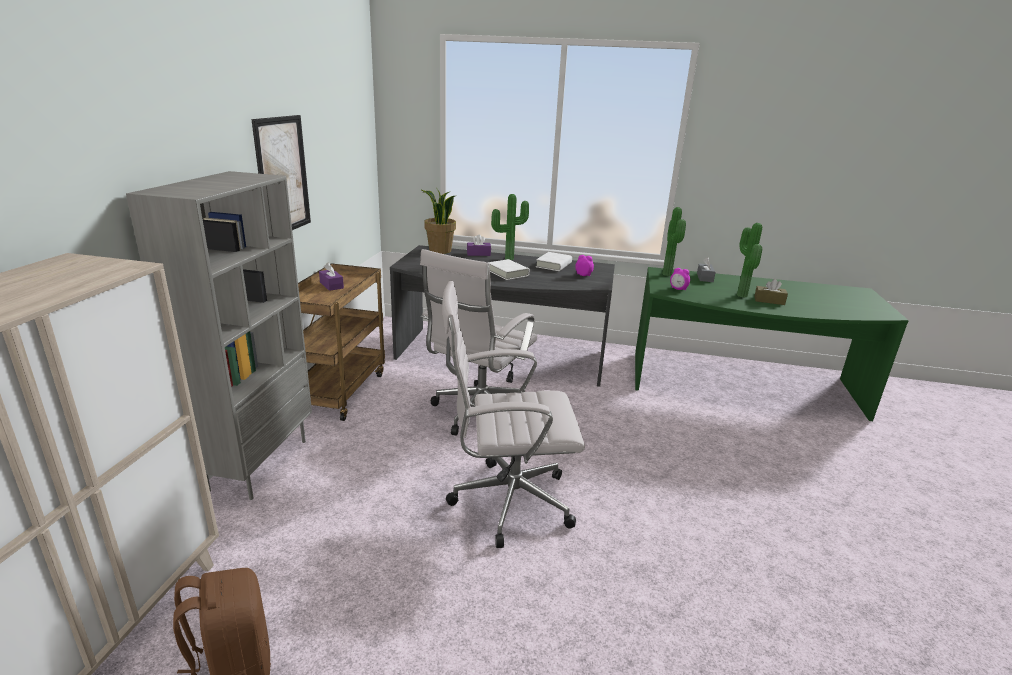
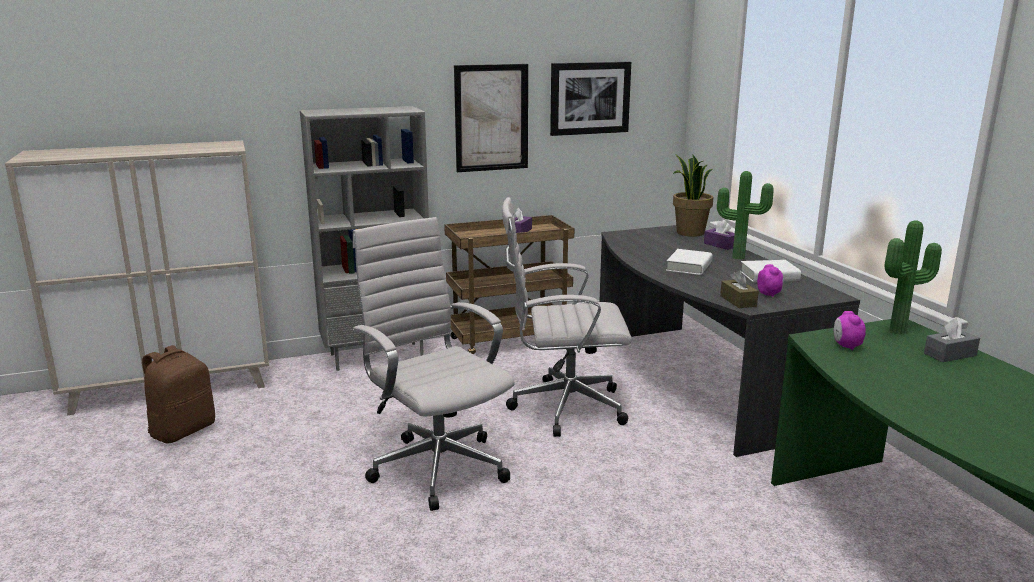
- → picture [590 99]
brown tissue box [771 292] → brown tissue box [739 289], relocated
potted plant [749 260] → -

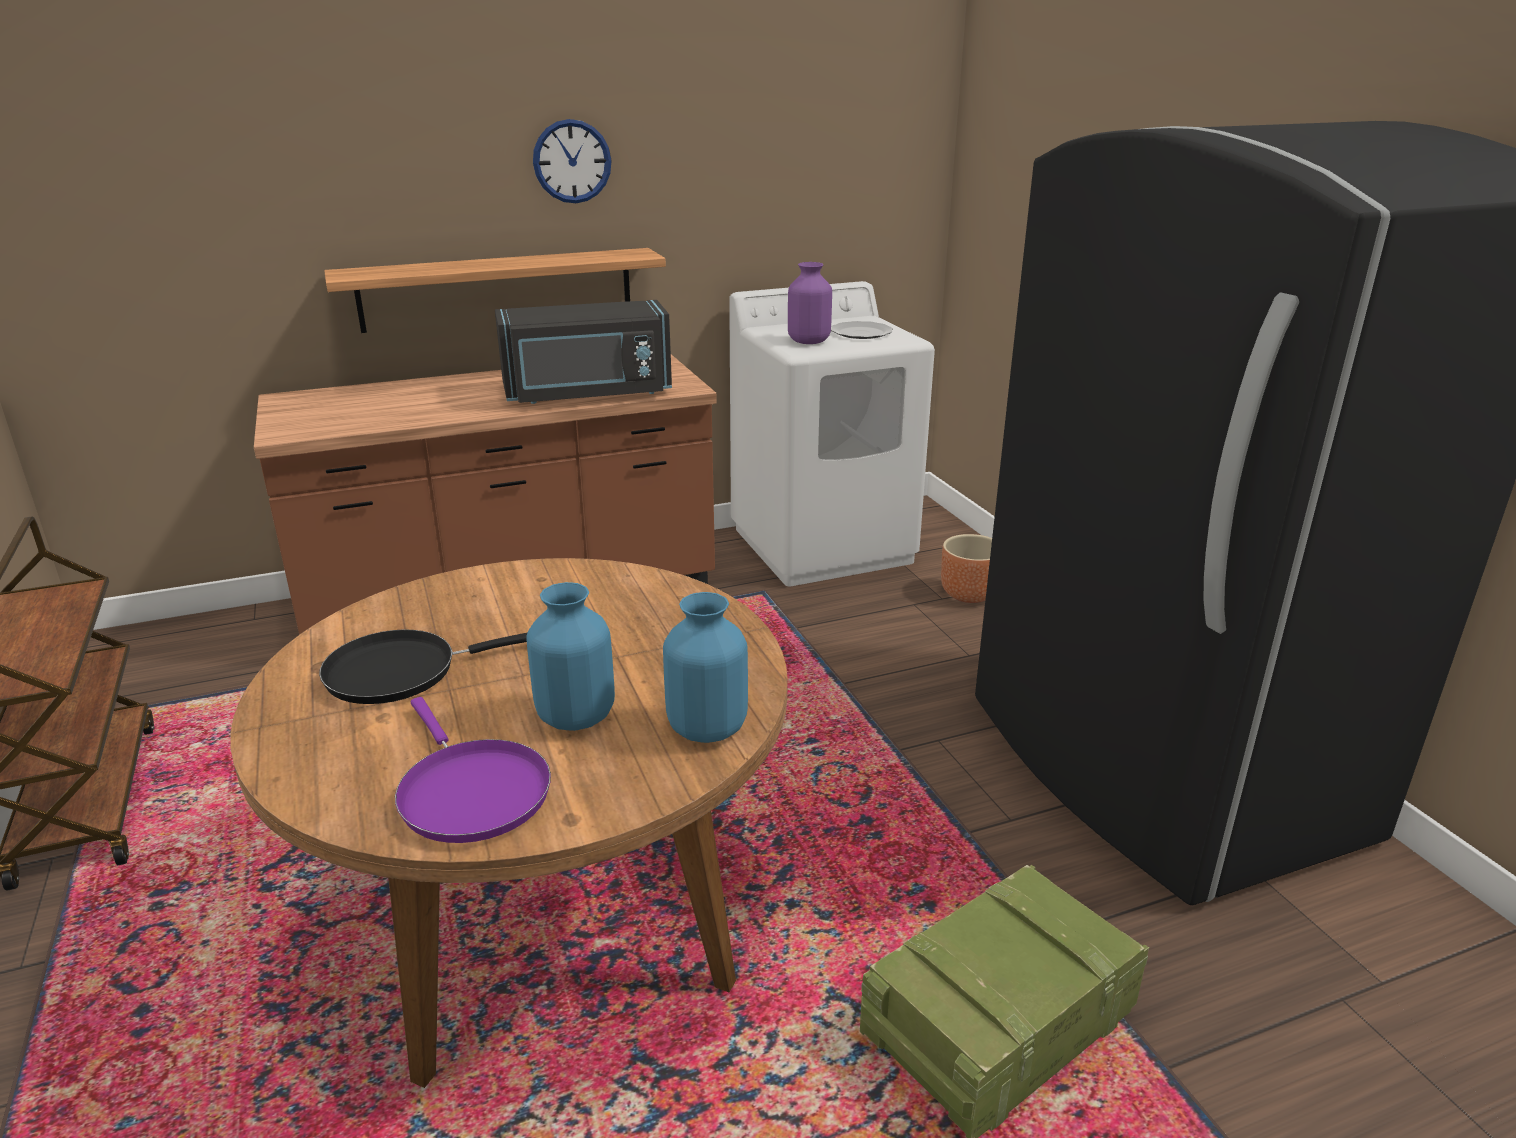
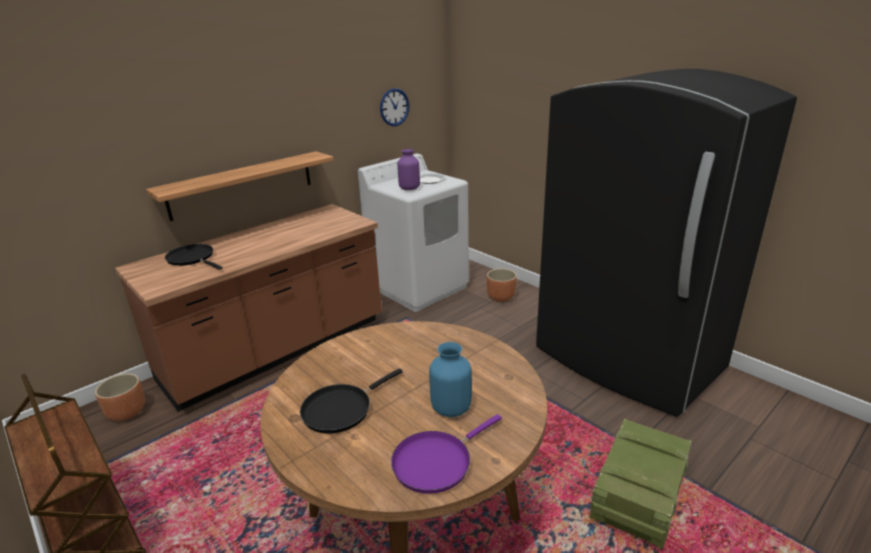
- → brown planter [120 397]
- → black frying pan [194 257]
wall clock [572 161] → wall clock [394 107], relocated
purple frying pan [473 770] → purple frying pan [446 454], 105 degrees clockwise
black microwave [583 352] → -
blue vase [705 667] → -

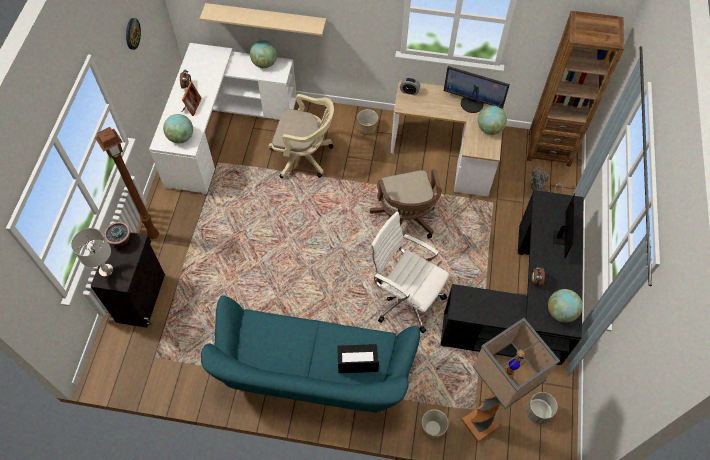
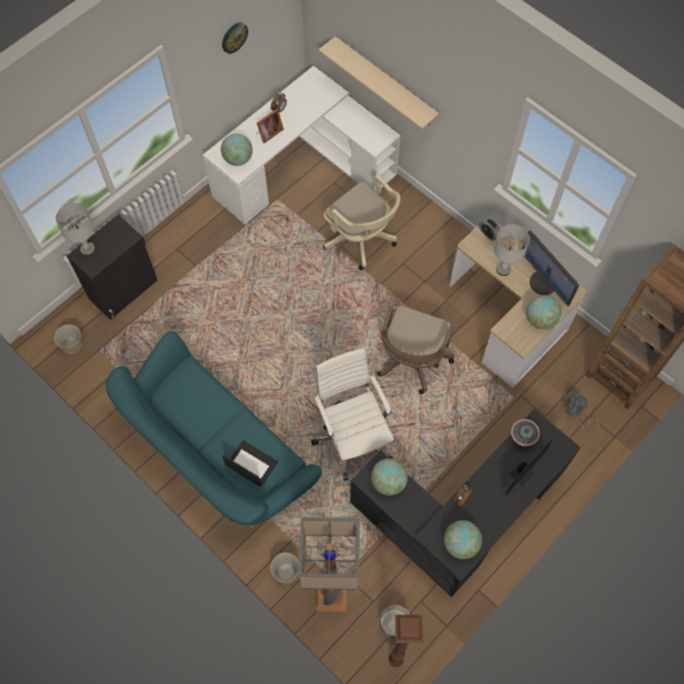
planter [367 122] → planter [69 339], relocated
globe [263 54] → globe [389 476], relocated
brown floor lamp [127 183] → brown floor lamp [406 641], relocated
- → grey table lamp [512 250]
potted plant [117 234] → potted plant [525 433], relocated

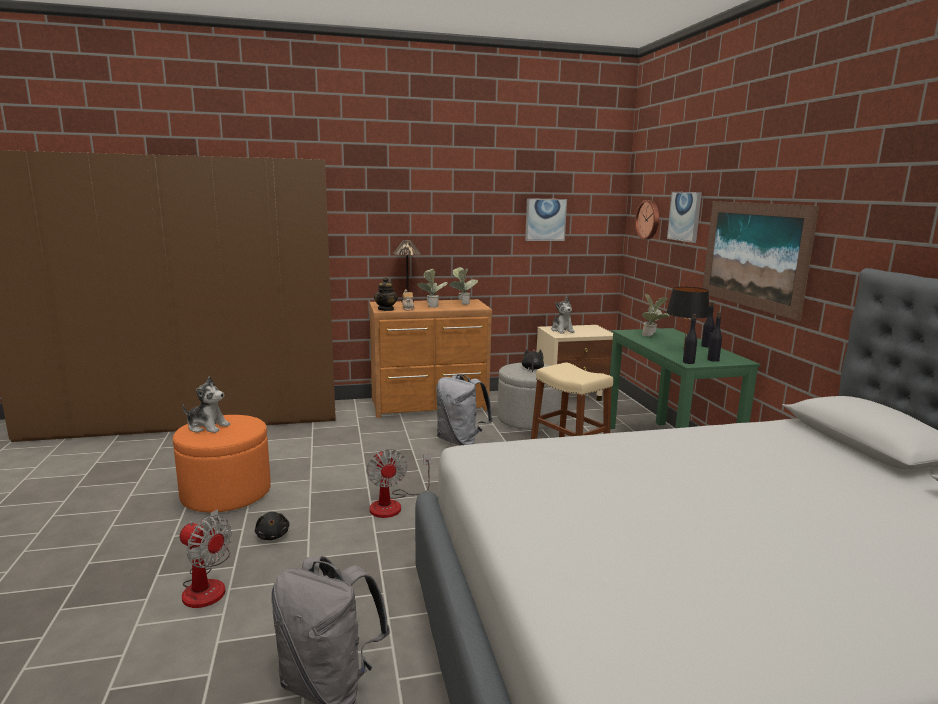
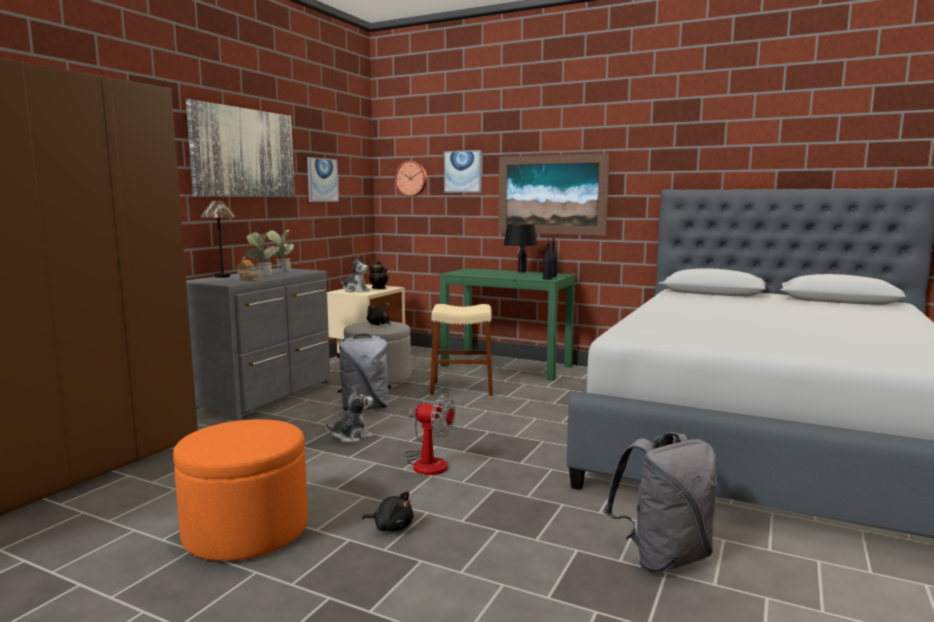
- → picture [240 147]
brown dresser [430 358] → grey dresser [258 344]
plush toy [206 404] → plush toy [349 414], relocated
teapot [386 294] → teapot [379 274], relocated
fan [206 558] → -
potted plant [655 315] → -

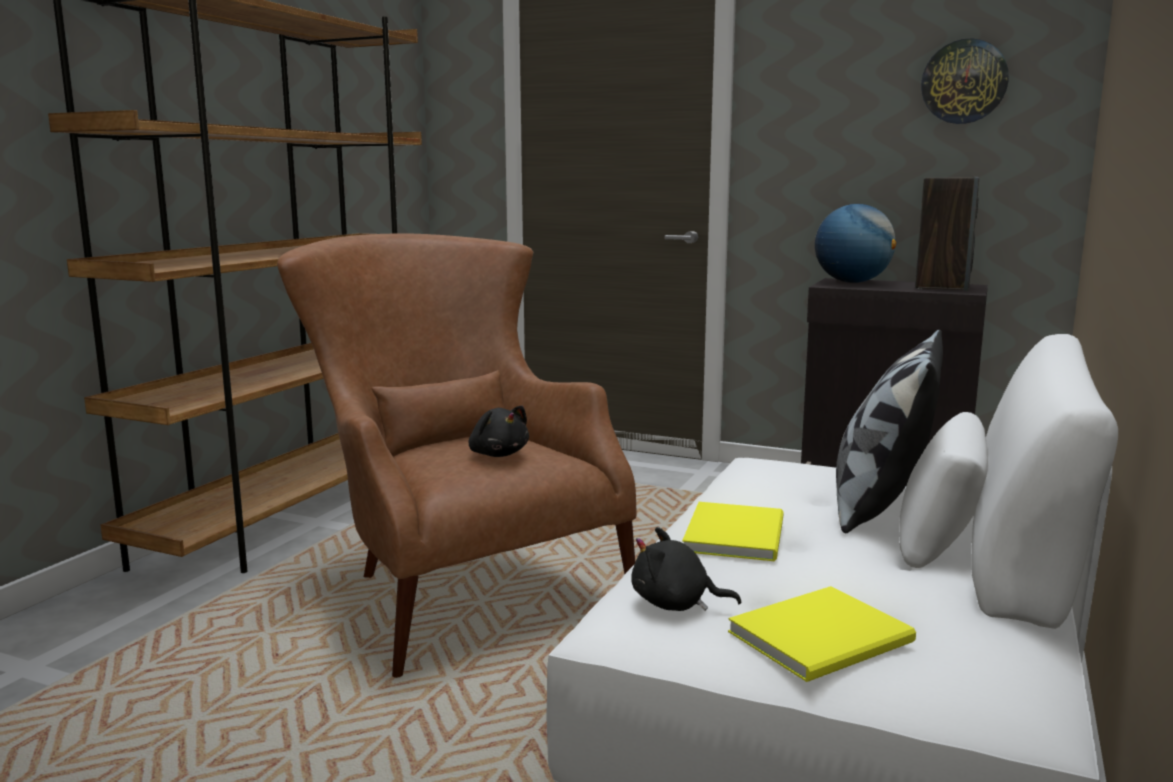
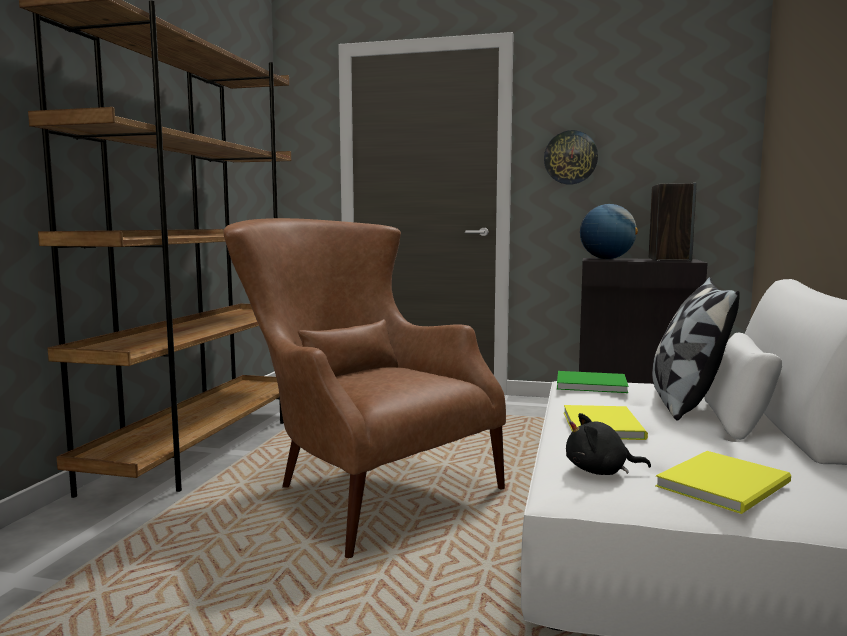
wall clock [965 81] → wall clock [571 157], relocated
- → green book [593 382]
black plush toy [499 431] → -

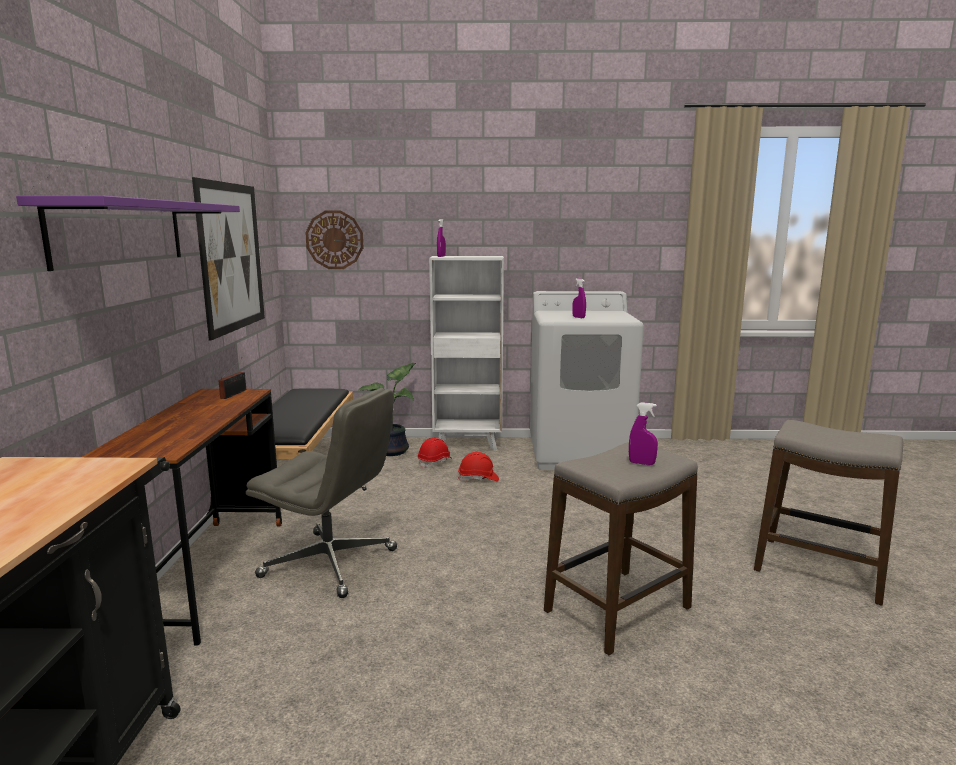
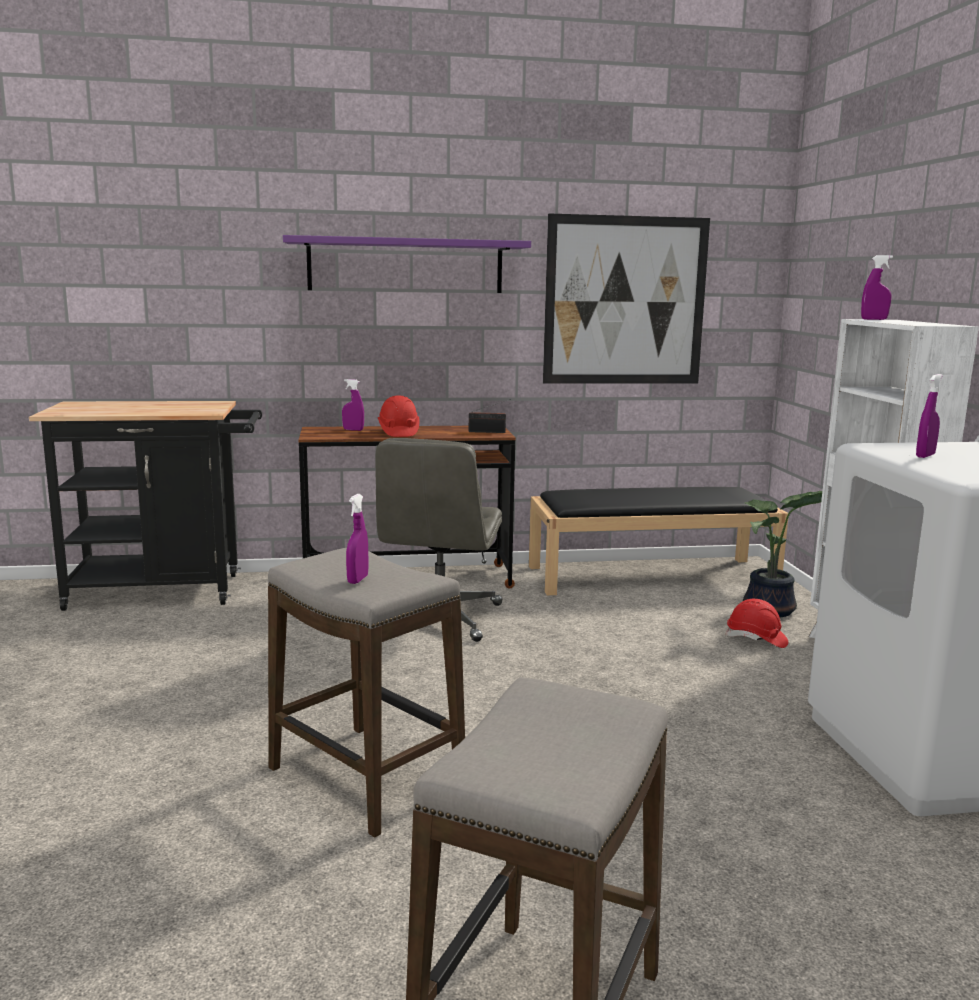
- → purple spray bottle [353 405]
red hard hat [478 466] → red hard hat [399 416], relocated
wall clock [334 239] → -

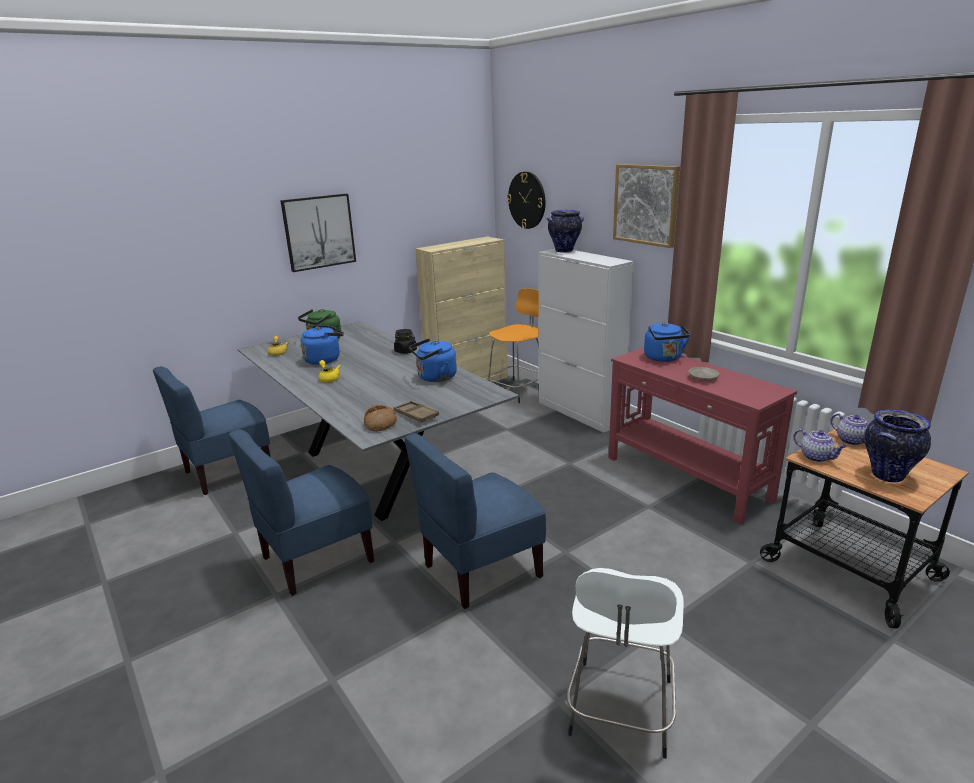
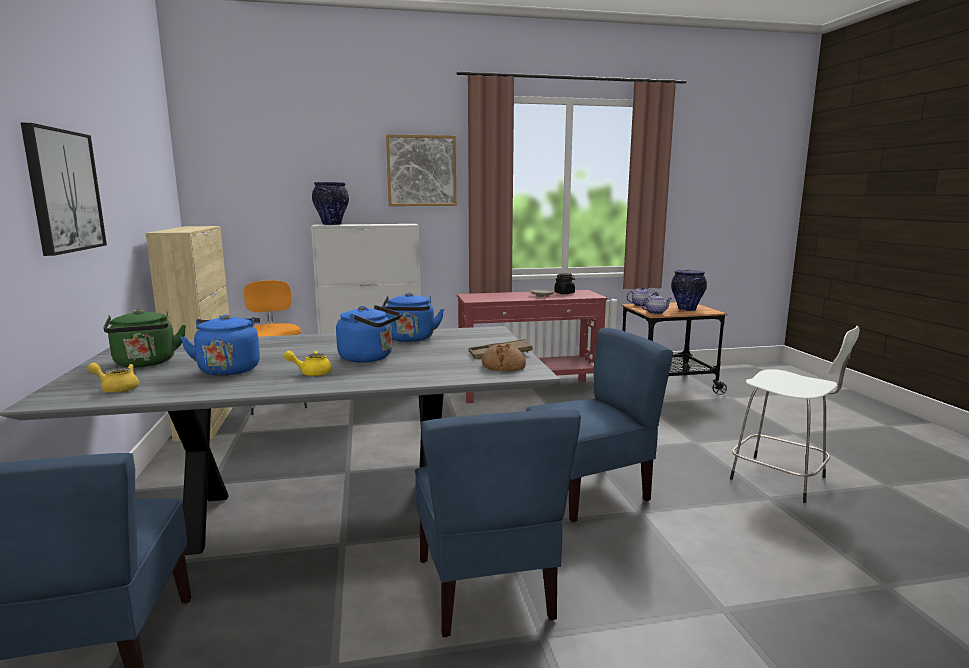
blue kettle [667 342] → blue kettle [368 334], relocated
blue chair [475 521] → blue chair [599 425], 105 degrees counterclockwise
black jar [405 341] → black jar [564 283], relocated
wall clock [526 200] → -

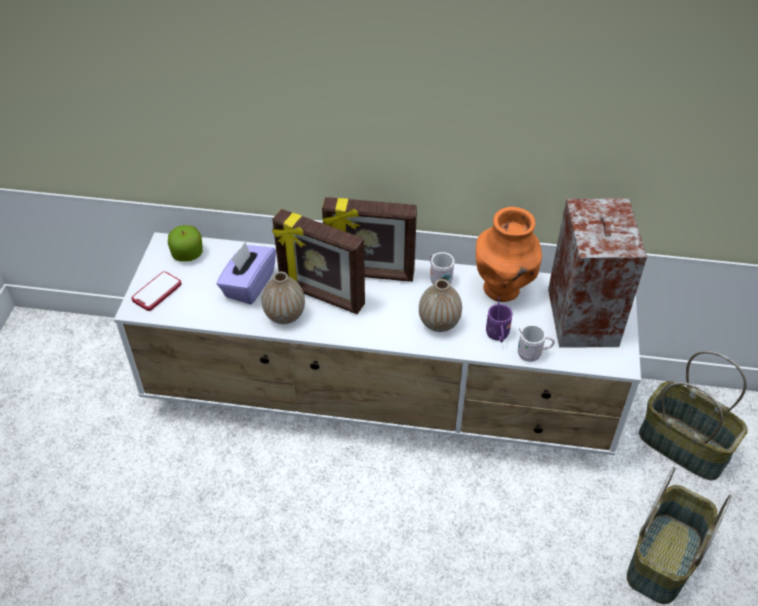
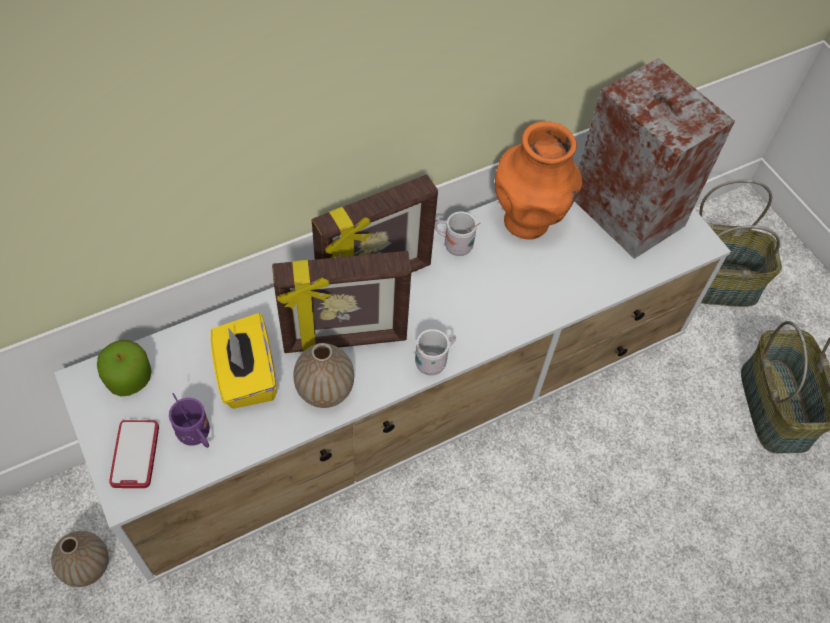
vase [440 305] → vase [80 559], relocated
purple mug [499 319] → purple mug [189 420], relocated
purple tissue box [246 273] → yellow tissue box [244 360]
white mug [536 343] → white mug [435 352], relocated

